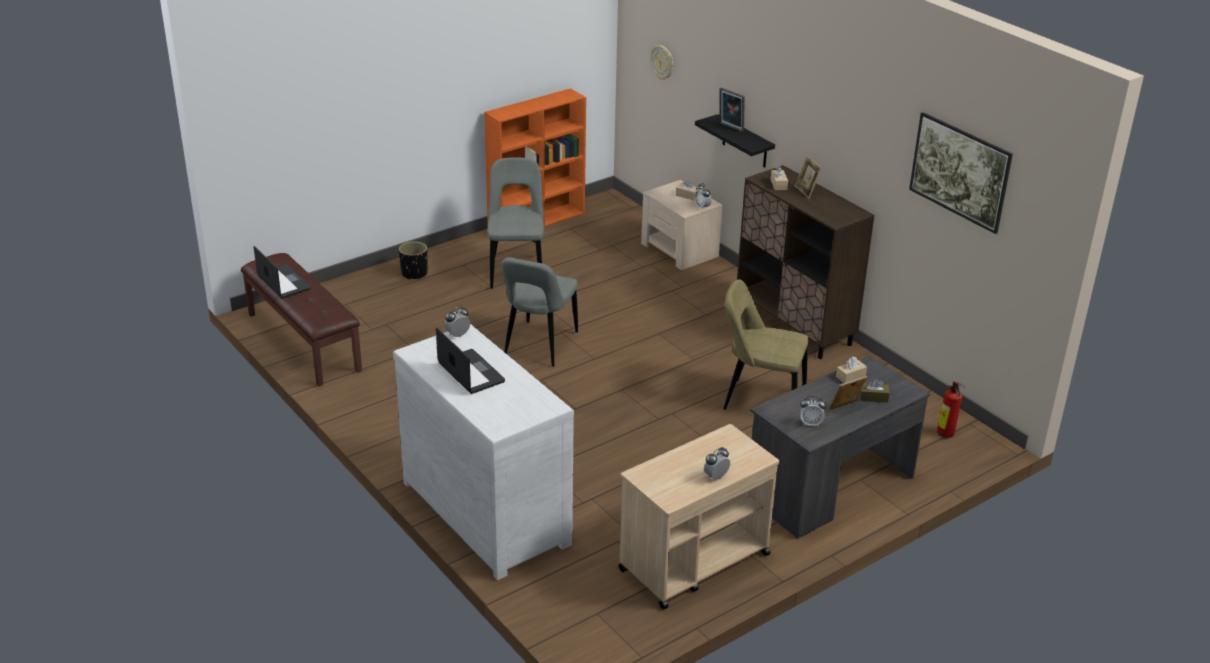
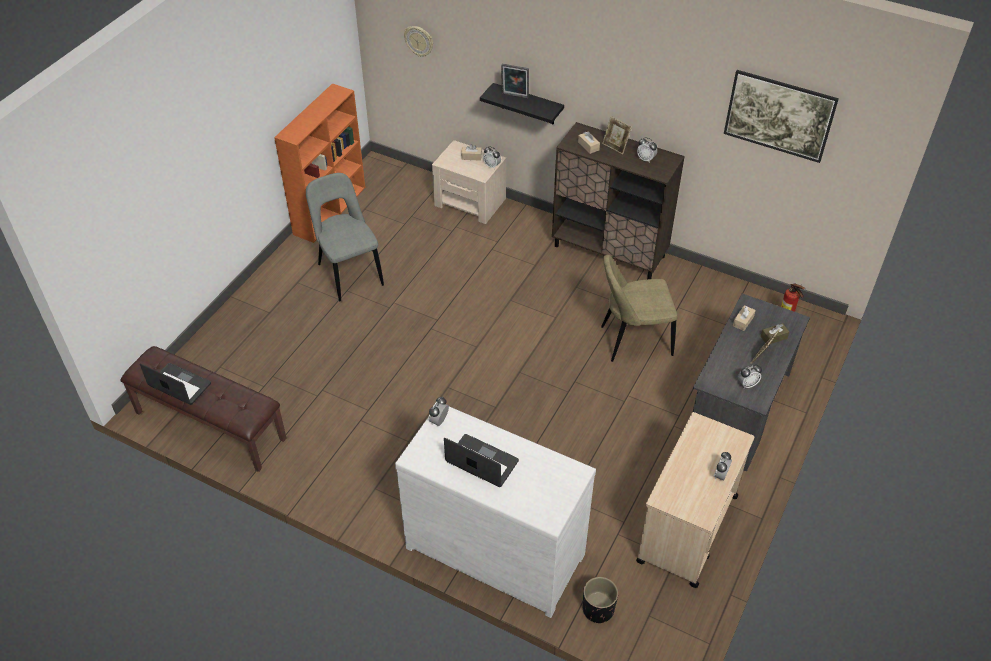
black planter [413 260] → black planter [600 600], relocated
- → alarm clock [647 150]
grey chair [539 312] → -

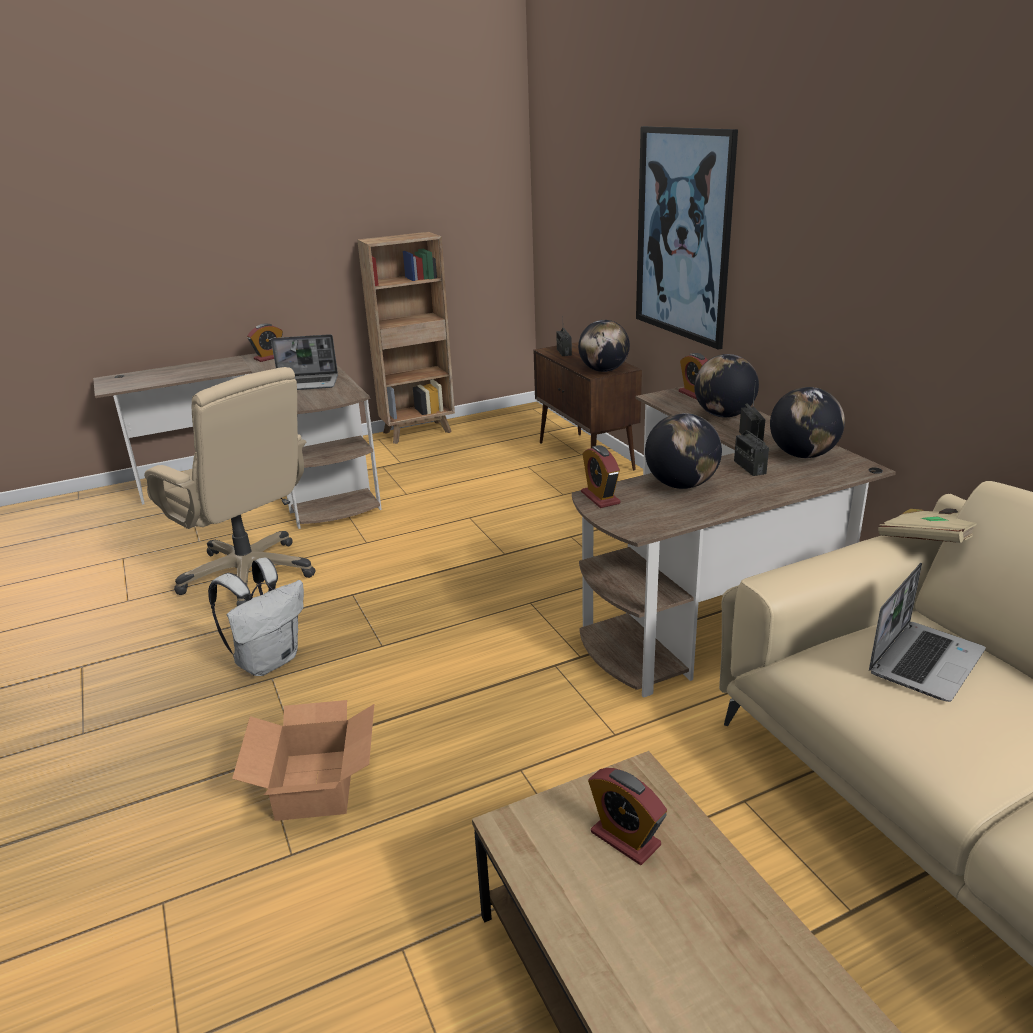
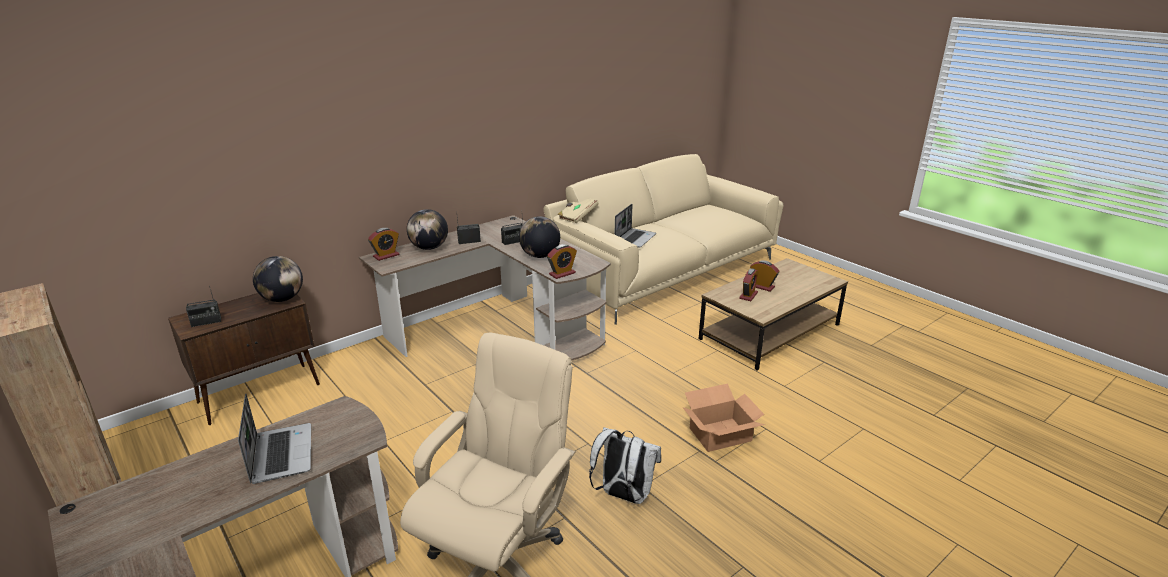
laptop [927 632] → laptop [635 226], 90 degrees clockwise
alarm clock [265 343] → alarm clock [764 276], relocated
picture [687 237] → -
globe [807 422] → -

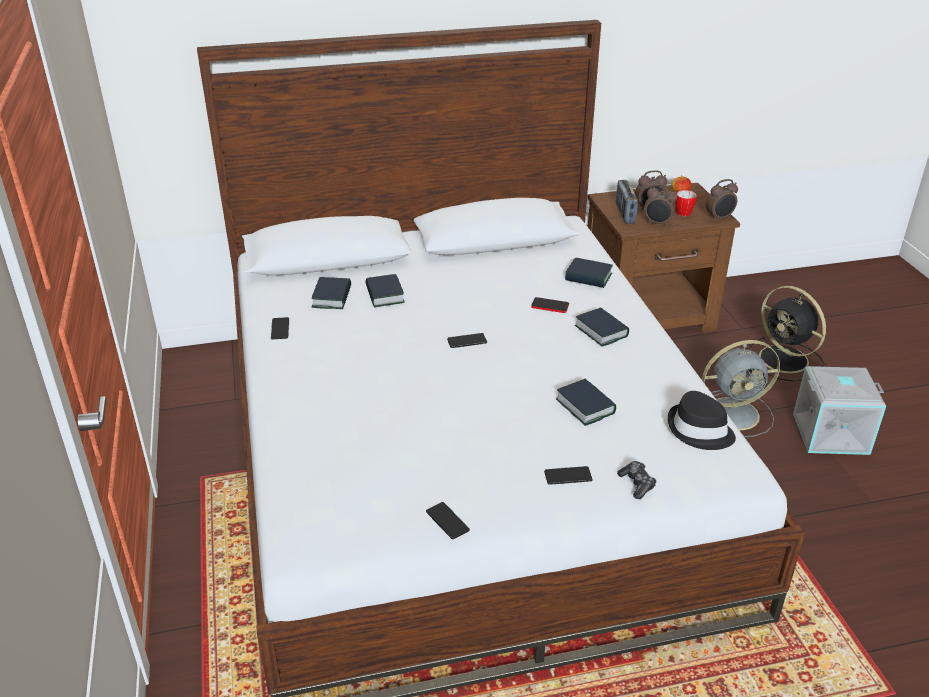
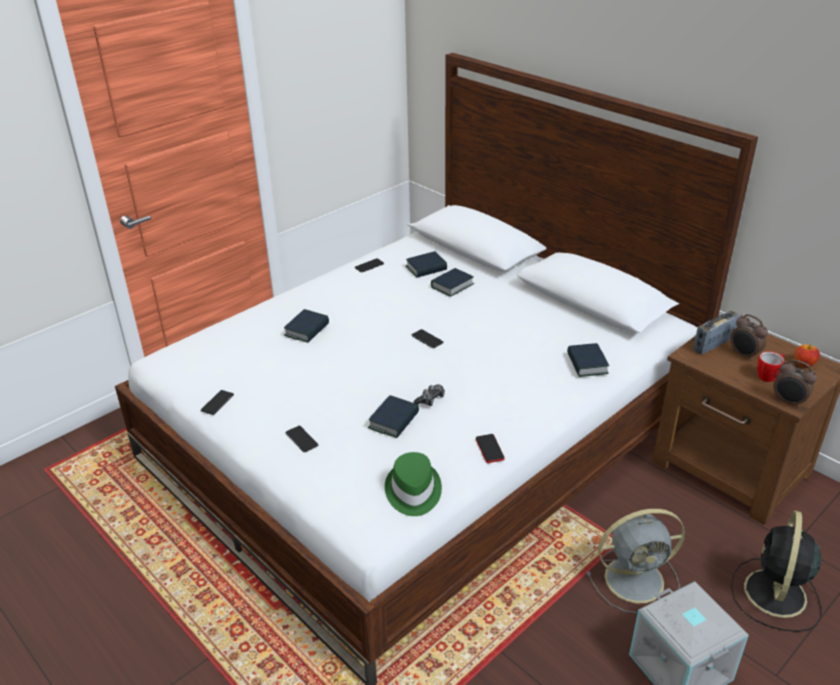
book [602 327] → book [306 326], relocated
black hat [702 420] → green hat [413 484]
game controller [637 480] → game controller [429 395], relocated
phone [550 305] → phone [490 448], relocated
grey fan [741 388] → grey fan [635 561], 60 degrees counterclockwise
alarm clock [660 205] → -

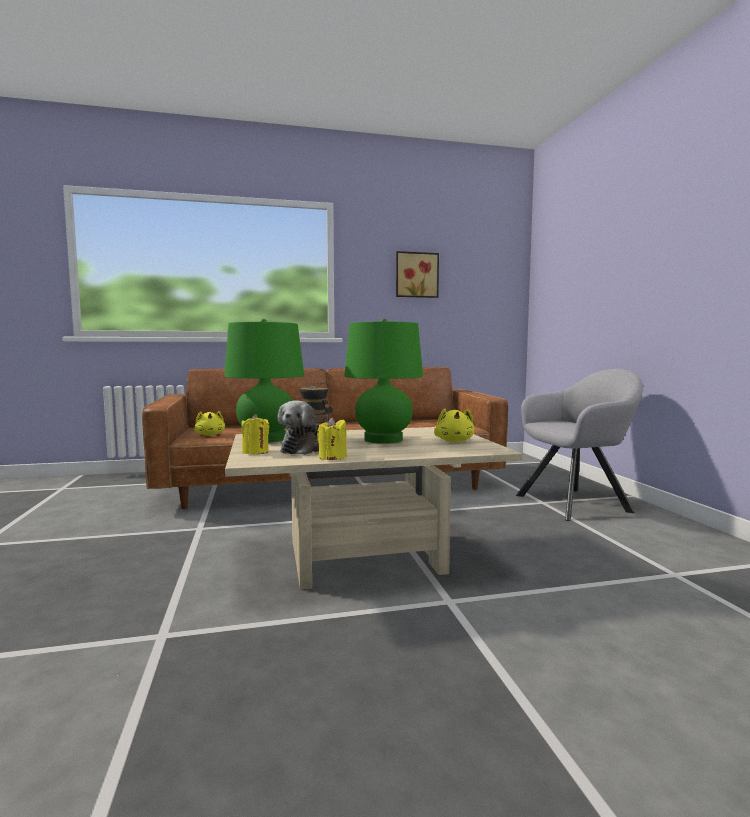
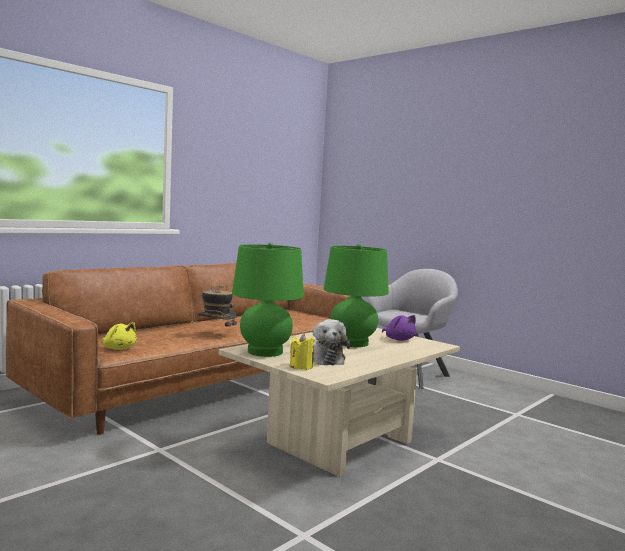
yellow plush toy [454 425] → purple plush toy [399 328]
yellow candle [332 438] → -
picture [417 274] → -

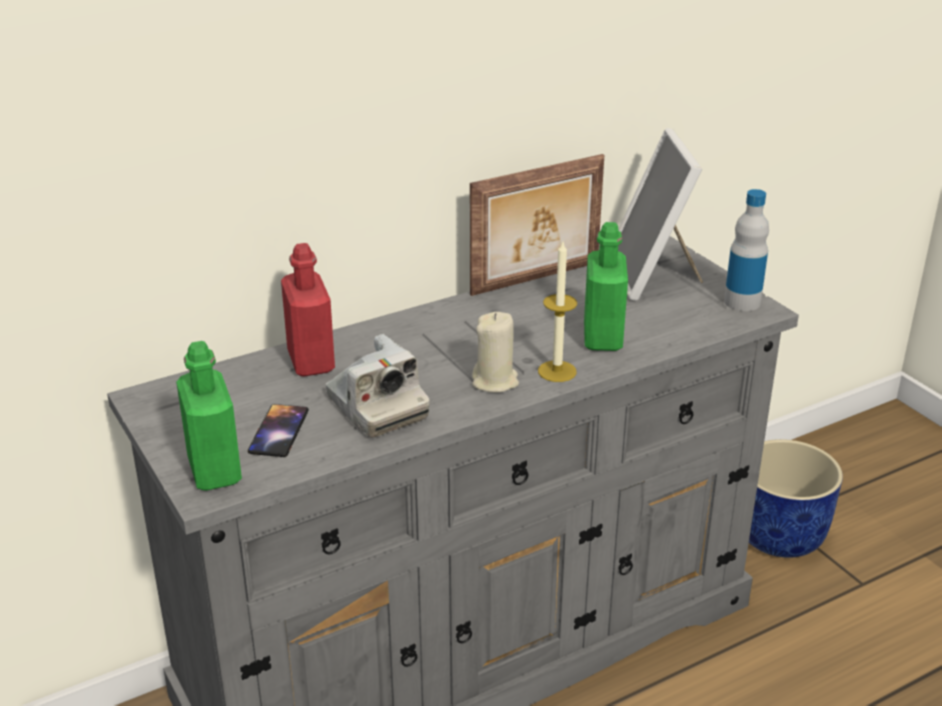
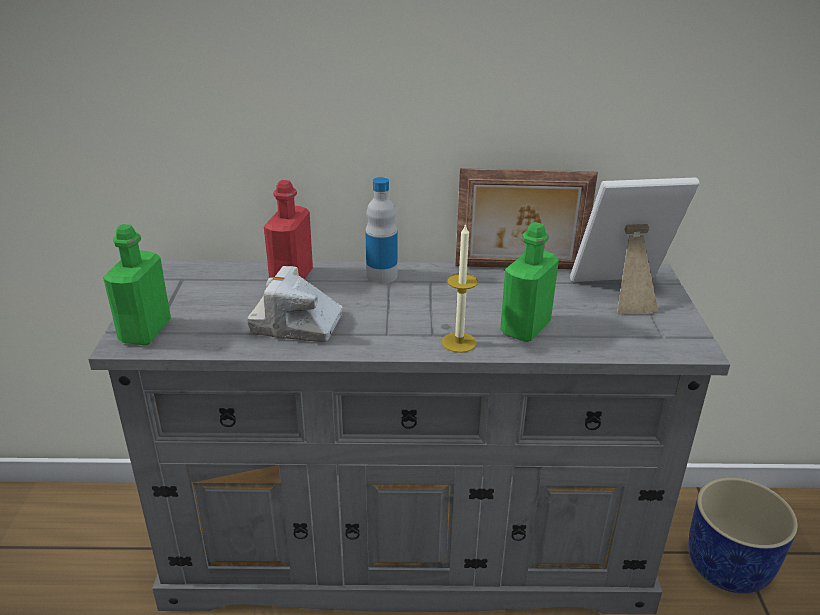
photo camera [378 386] → photo camera [294 304], 105 degrees clockwise
bottle [746 250] → bottle [381 230], relocated
picture frame [660 214] → picture frame [635 246], 60 degrees clockwise
phone [278 430] → -
beige candle [495 352] → -

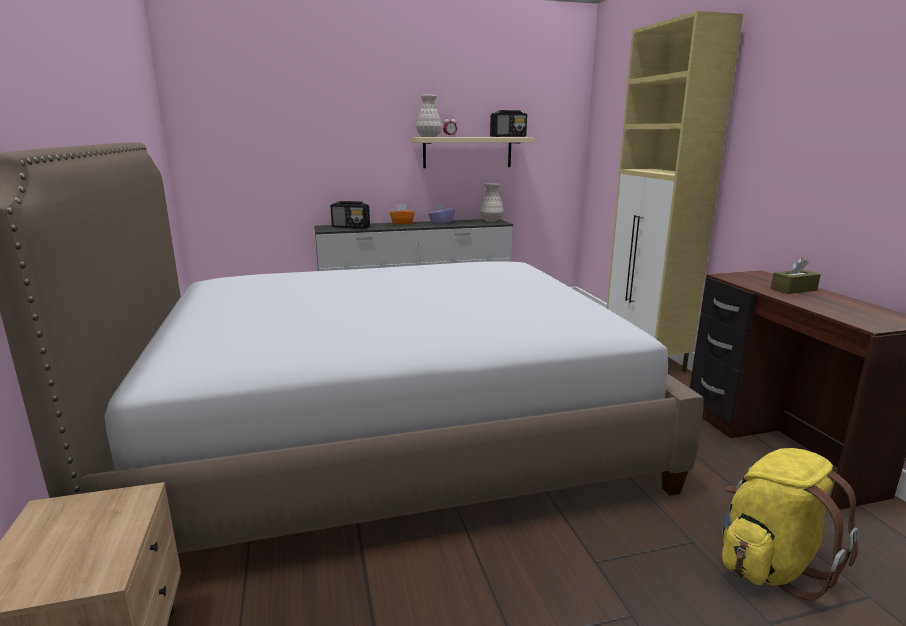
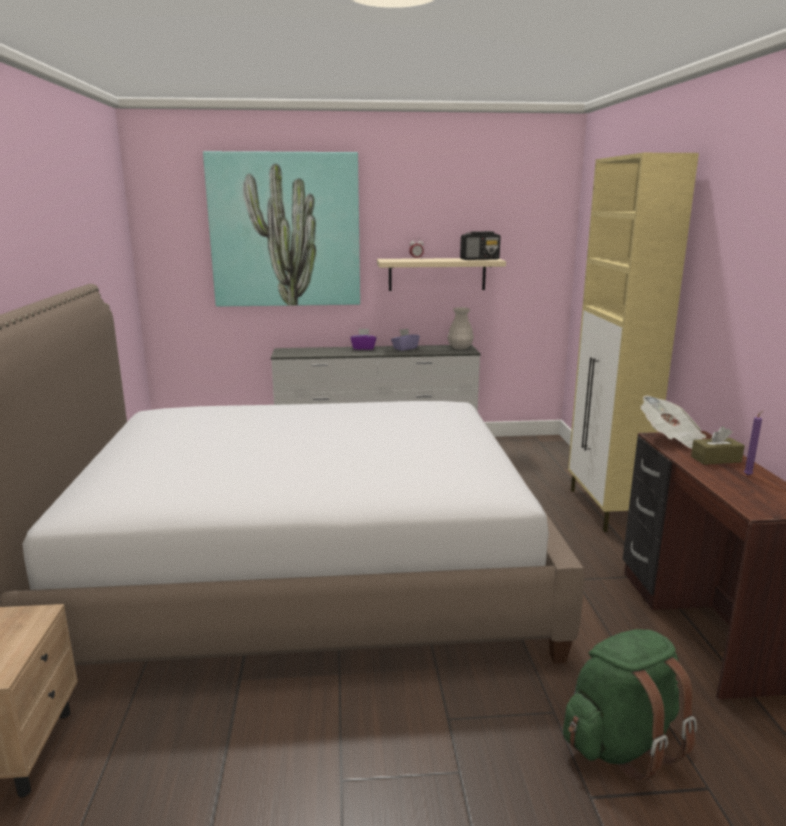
- → picture [281 229]
orange tissue box [402 214] → purple tissue box [364 339]
yellow backpack [790 524] → green backpack [630 705]
- → newspaper [673 422]
- → purple candle [754 442]
radio [350 215] → -
white vase [429 116] → -

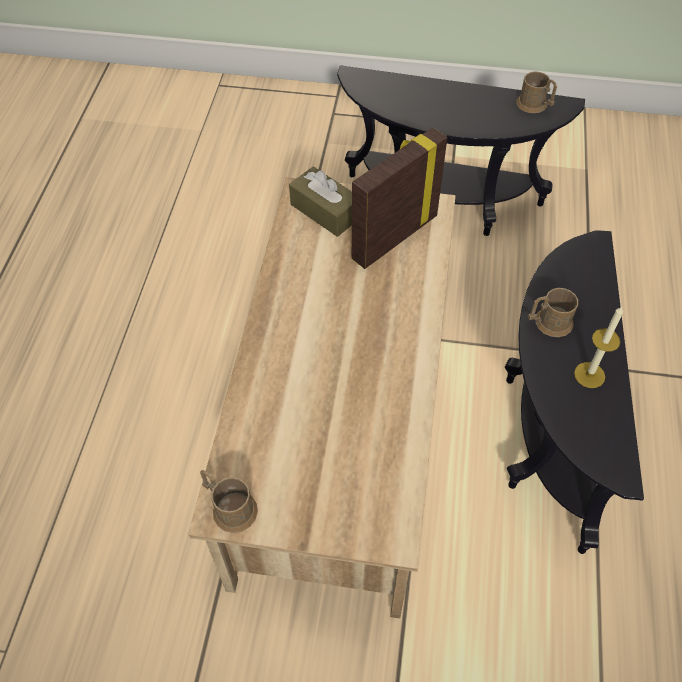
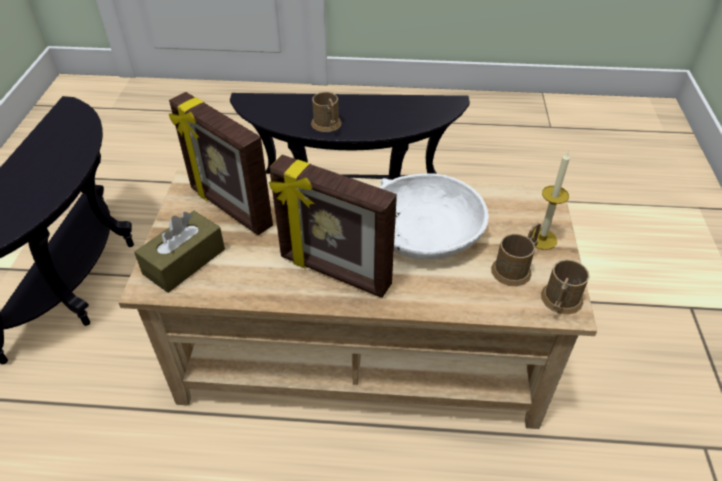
- → picture frame [333 226]
- → white bowl [434 217]
brown mug [536 92] → brown mug [516 254], relocated
candle [598 347] → candle [549 201], relocated

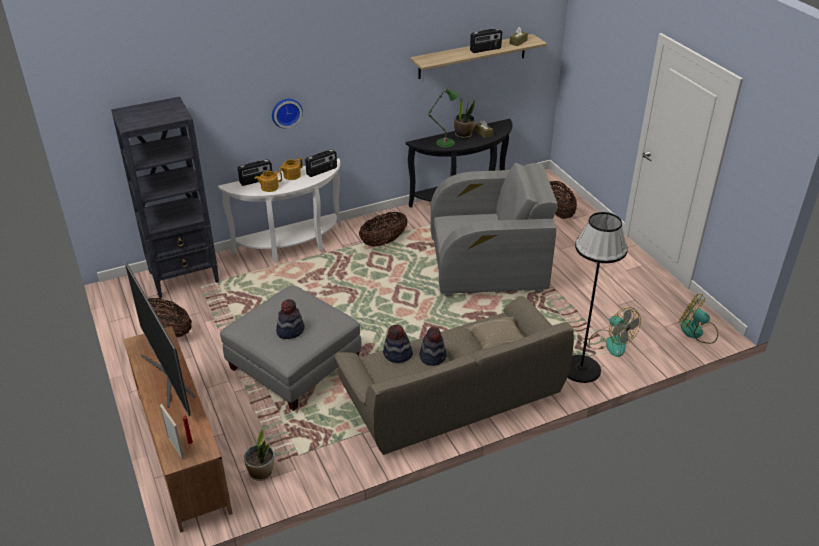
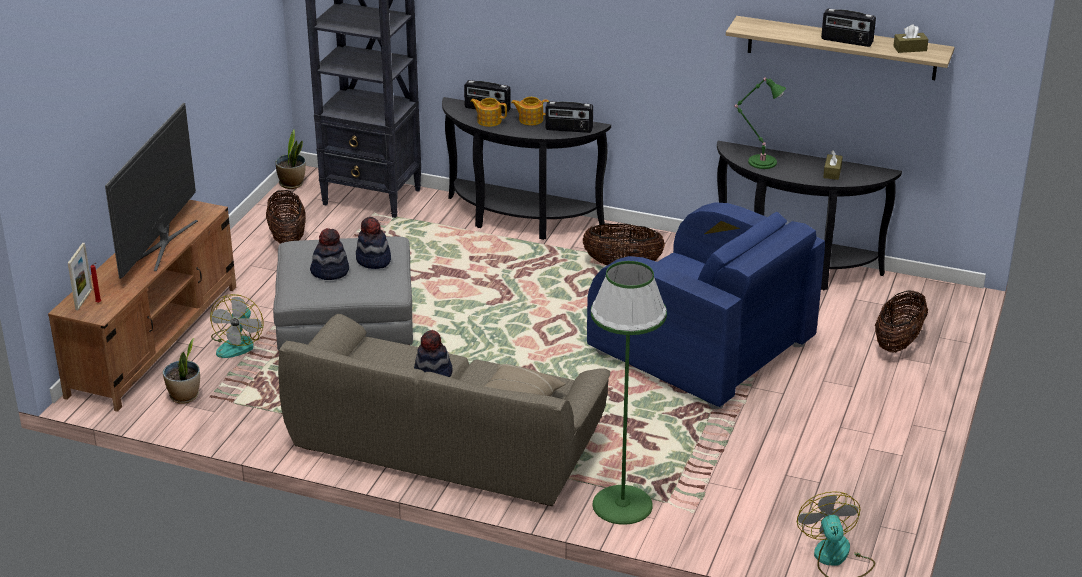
fan [615 332] → fan [236 326], relocated
potted plant [464 118] → potted plant [290 159], relocated
hat [398 344] → hat [373 243], relocated
white console table [280 210] → black console table [526 168]
grey armchair [494 229] → blue armchair [706 305]
black floor lamp [597 297] → green floor lamp [629 393]
wall clock [287 113] → -

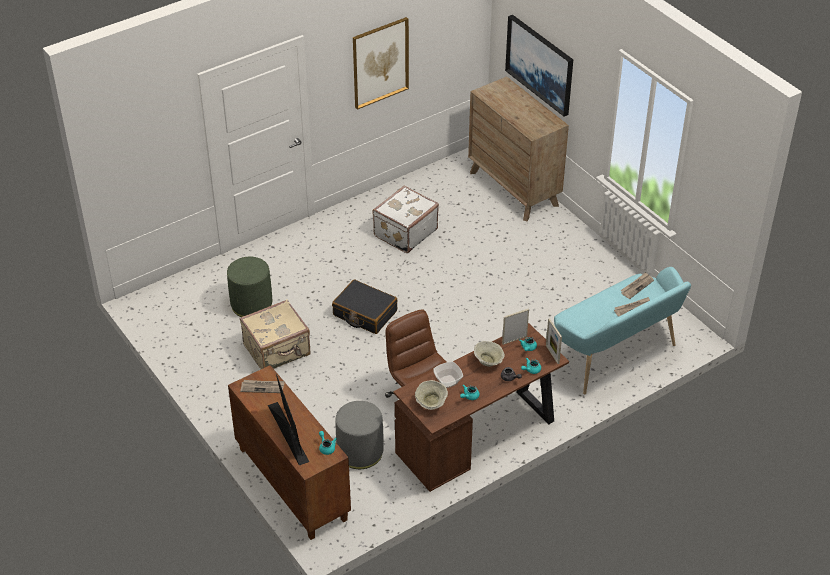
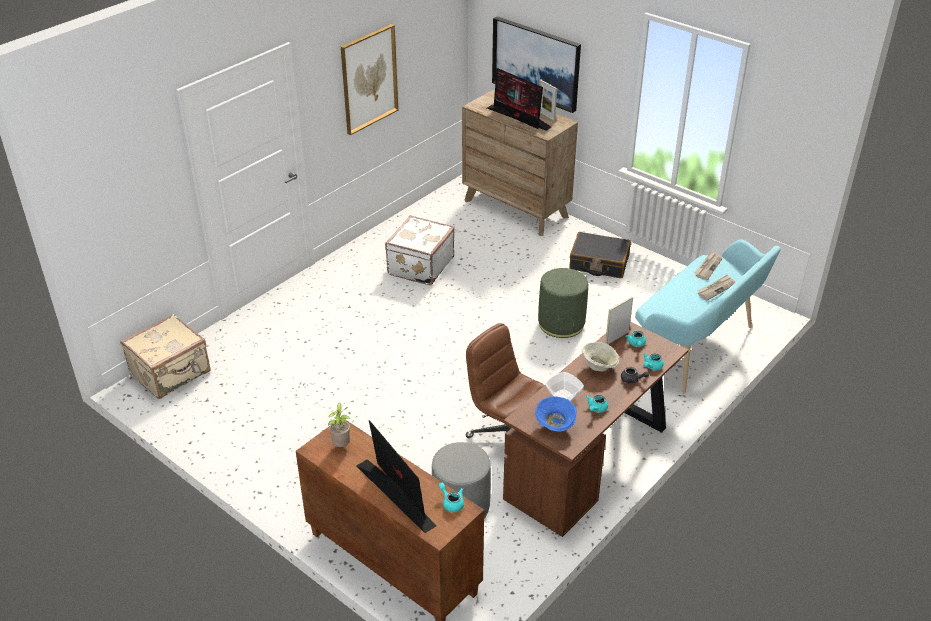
beige suitcase [275 334] → beige suitcase [165 356], relocated
newspaper [262 386] → potted plant [339 425]
- → monitor [519 99]
beige bowl [431 395] → blue bowl [556 414]
green ottoman [249 287] → green ottoman [563 303], relocated
picture frame [554 341] → picture frame [548 100], relocated
black suitcase [364 306] → black suitcase [600 255], relocated

